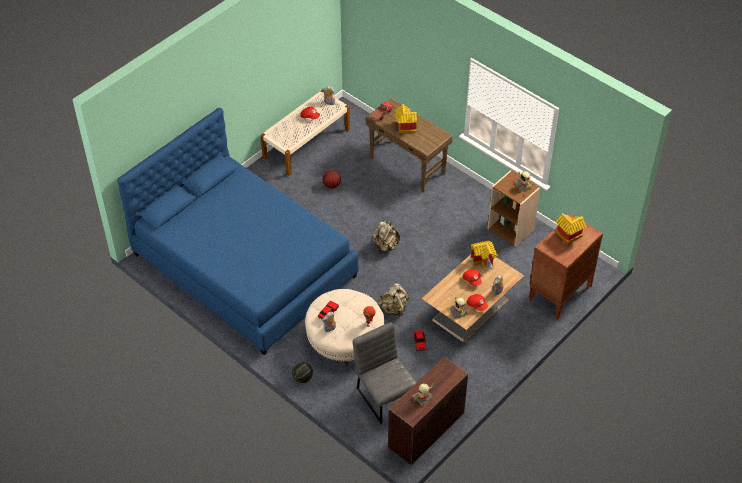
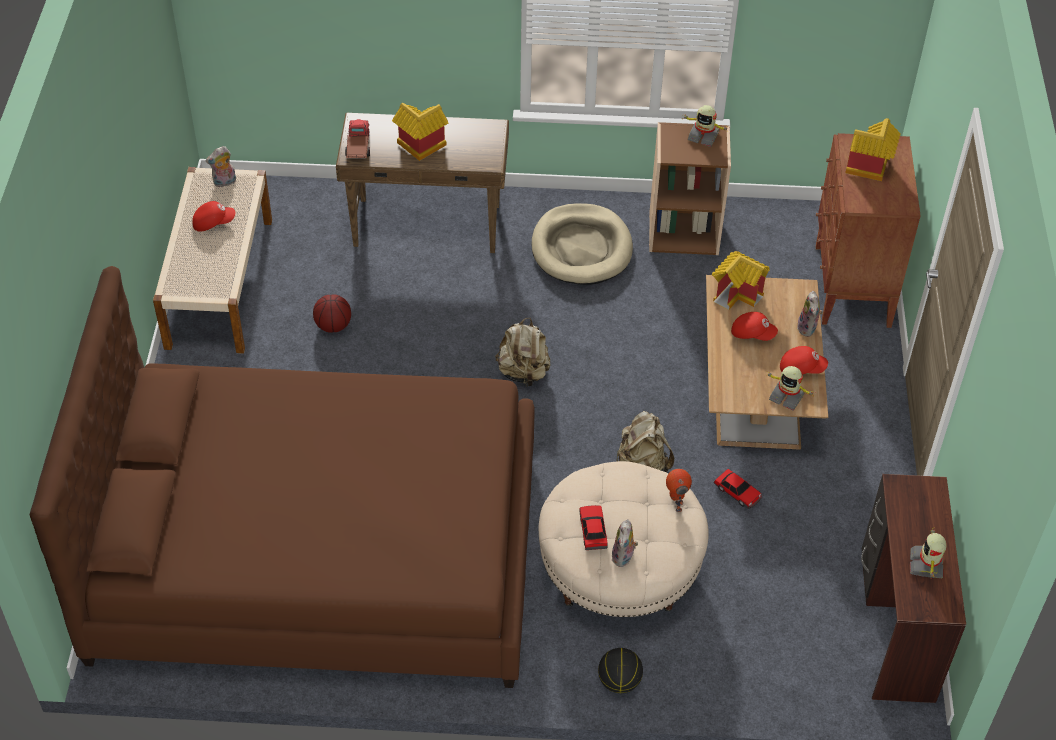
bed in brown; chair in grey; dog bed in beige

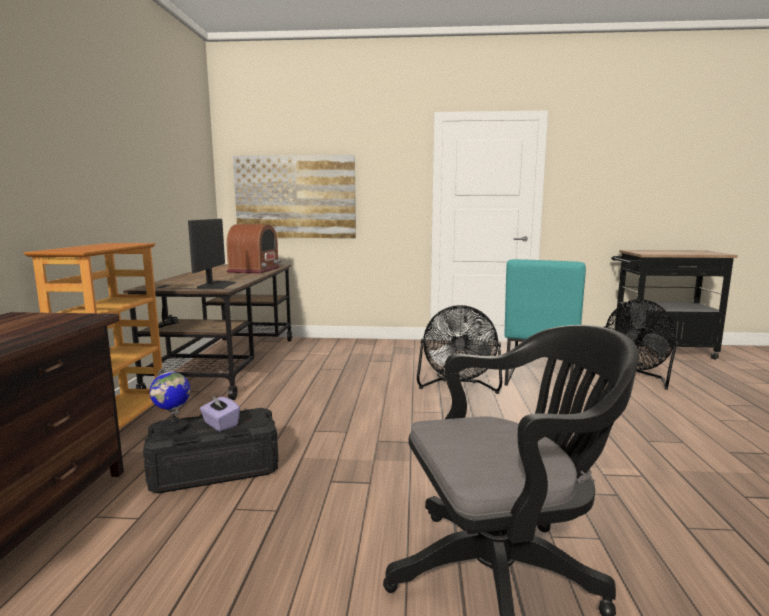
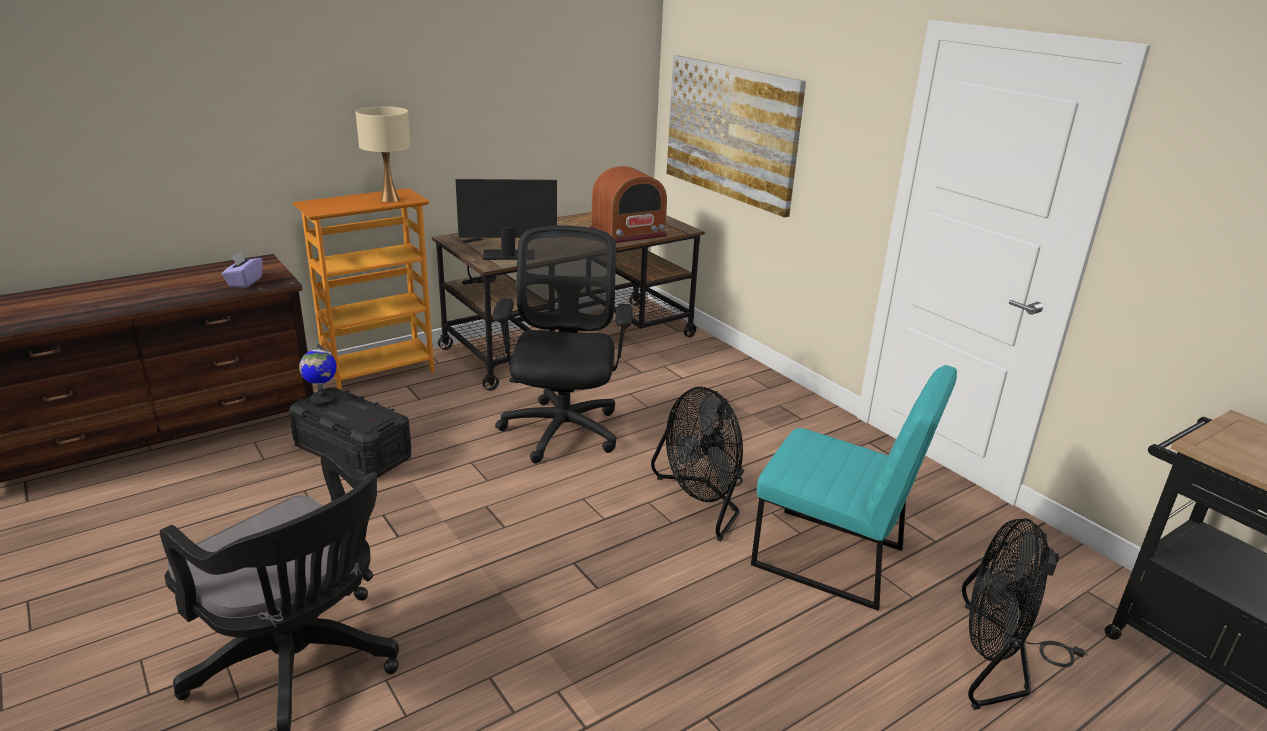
monitor; chair in turquoise; tissue box in purple; table lamp in beige; office chair in black (2nd from left)

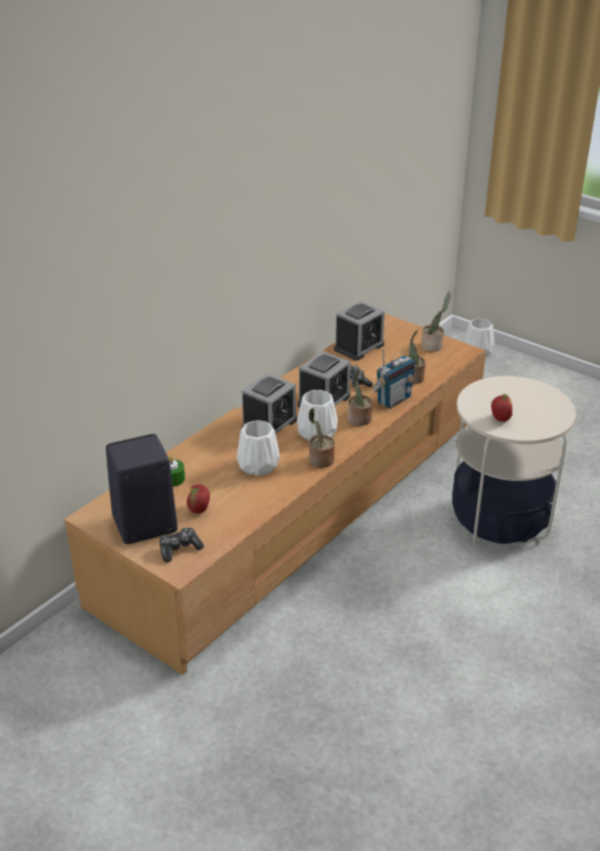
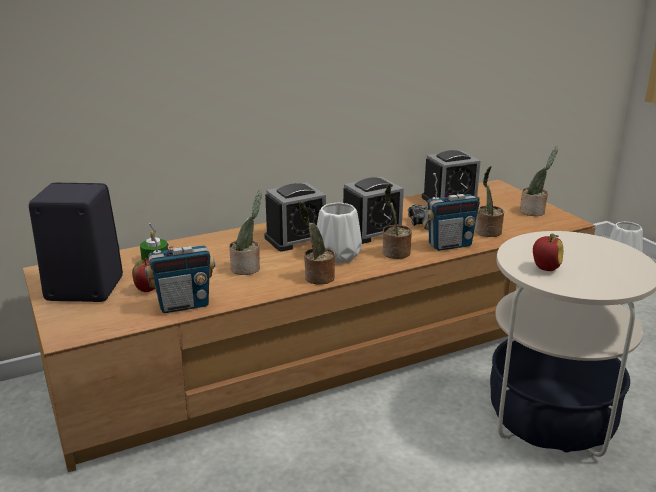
potted plant (1st from left); game controller (1st from left in the first image); radio (1st from left)

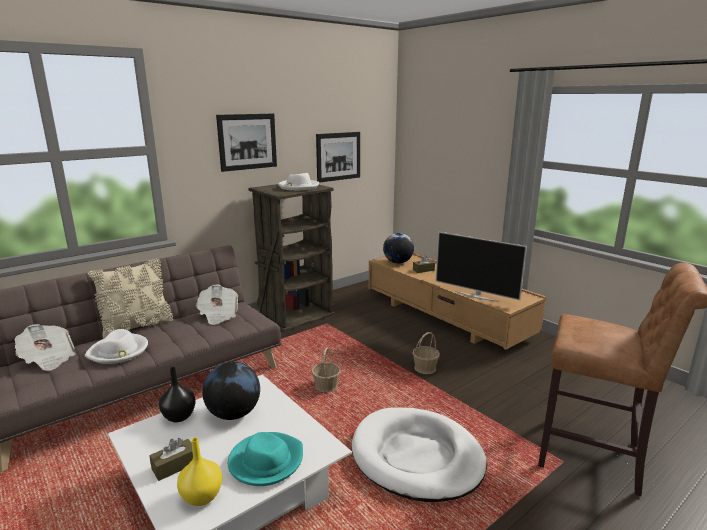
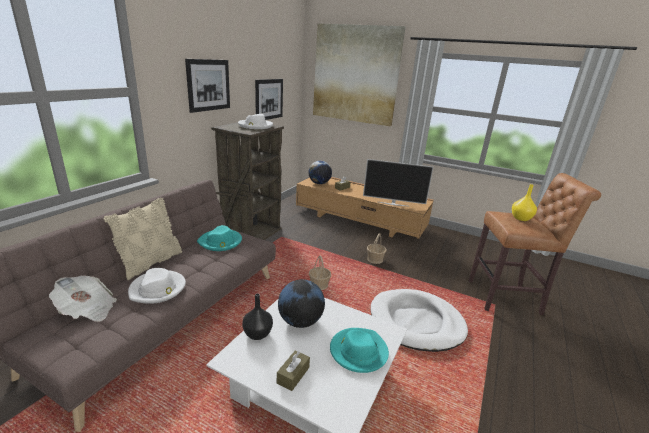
hat in turquoise (1st from left); vase in yellow; picture (3rd from left)

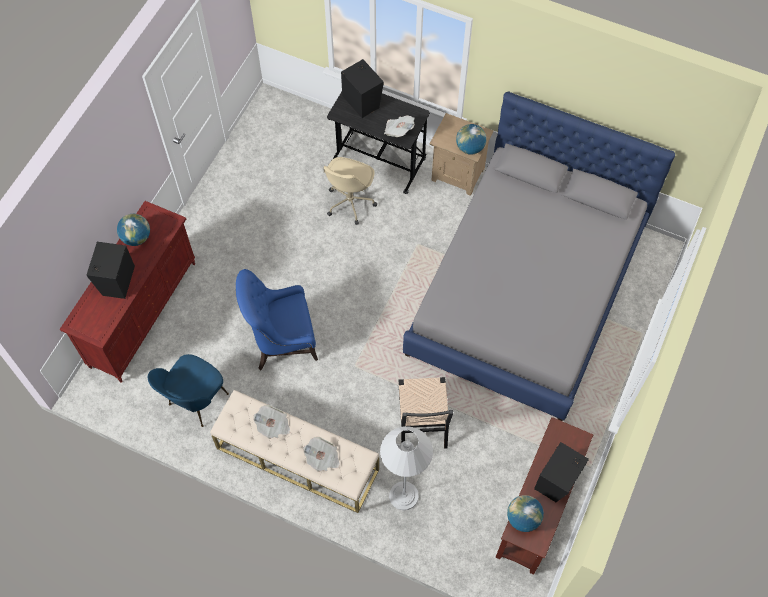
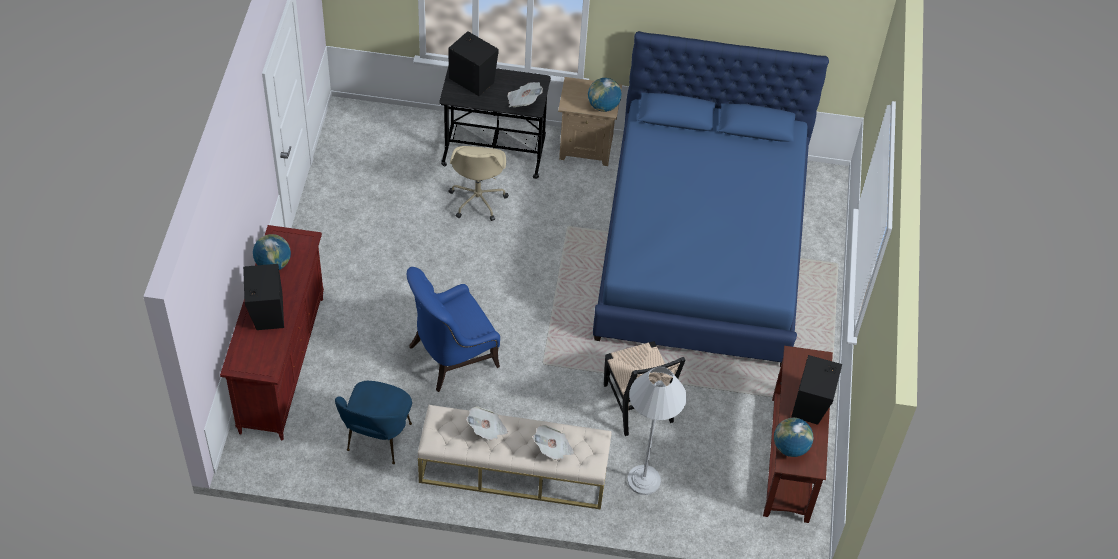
bed in blue

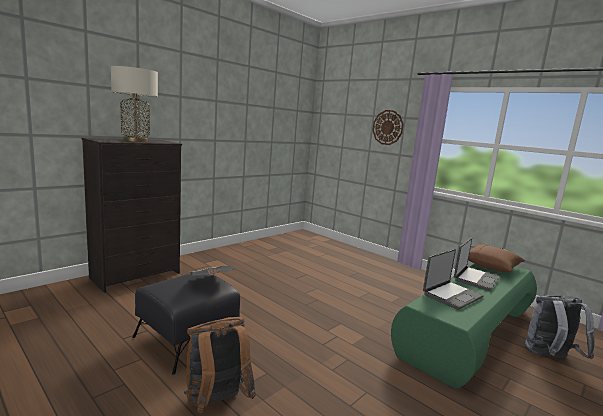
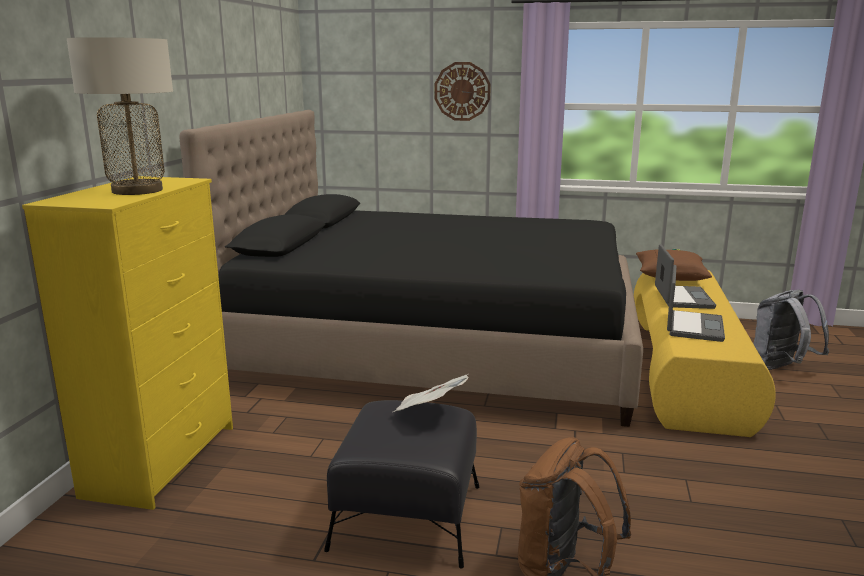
dresser in yellow; bench in yellow; bed in black

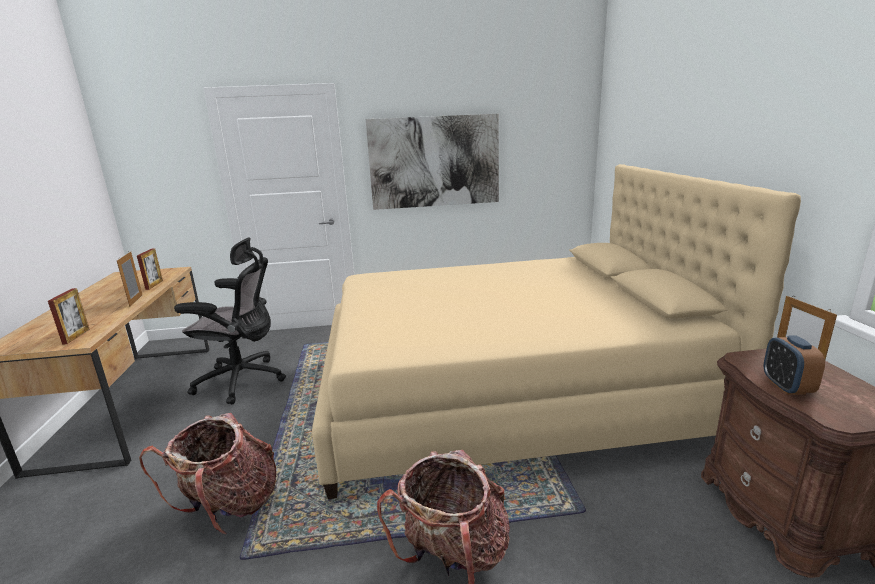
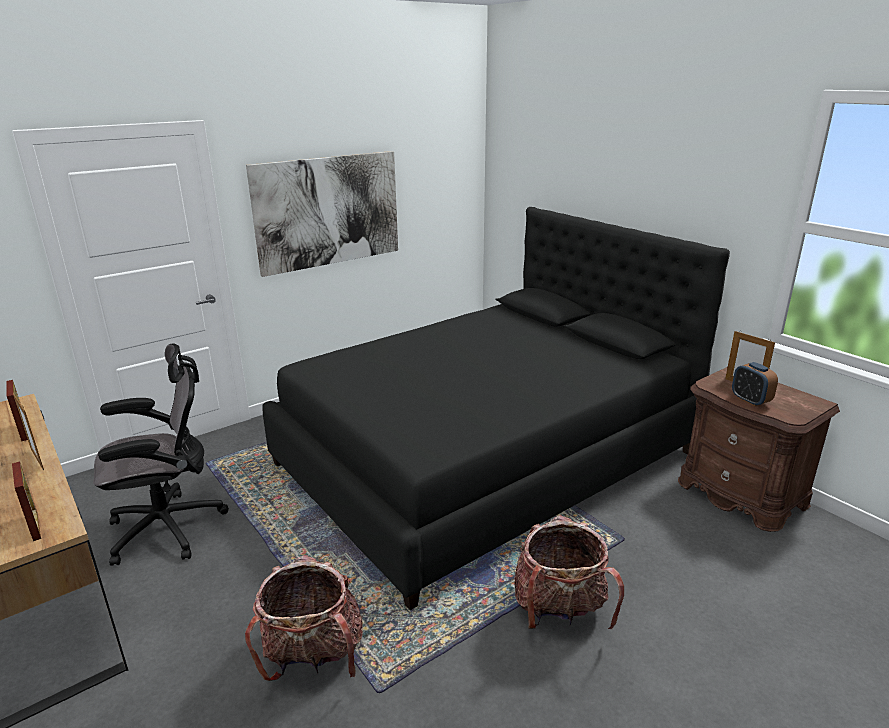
bed in black

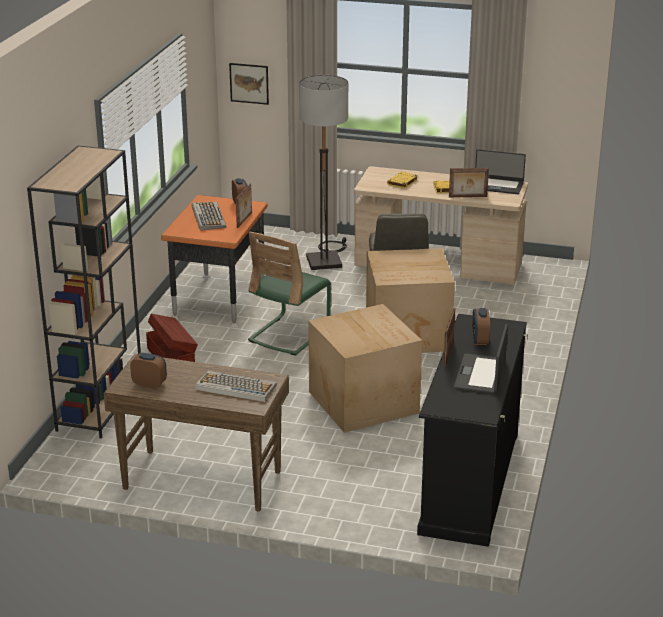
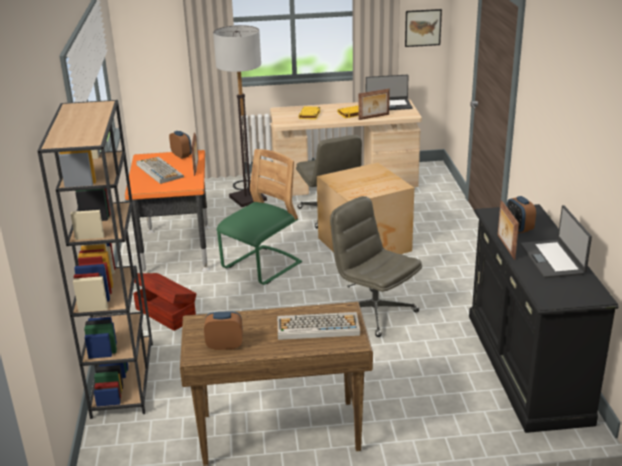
picture; chair in green; office chair in grey (2nd from left)

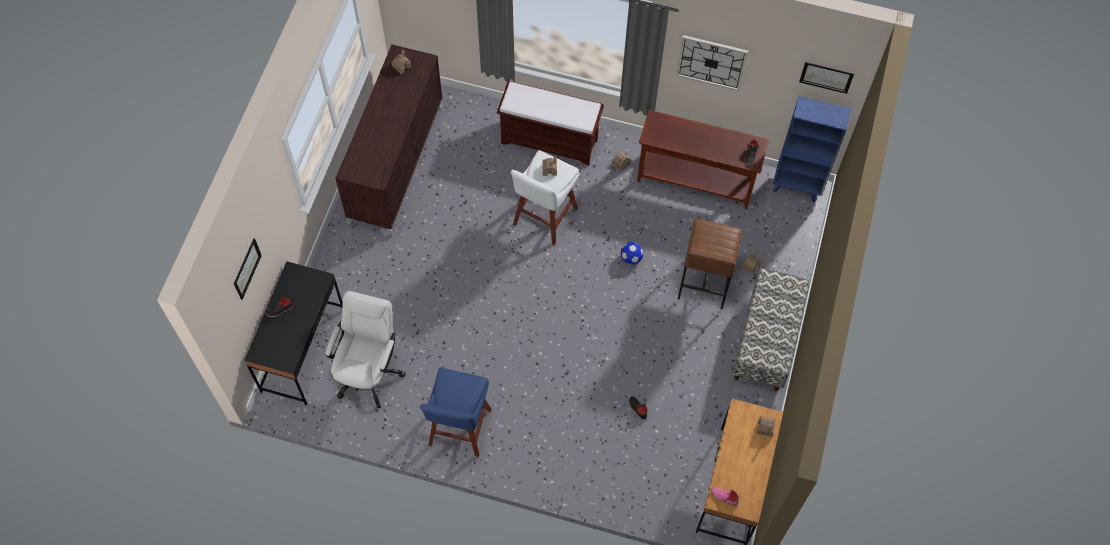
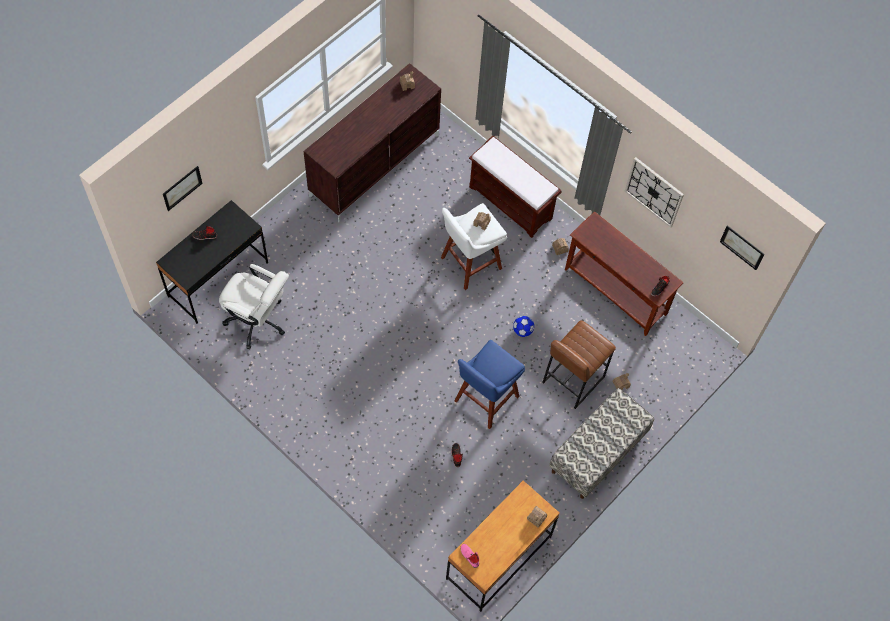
bookcase in blue; office chair in white; stool in blue

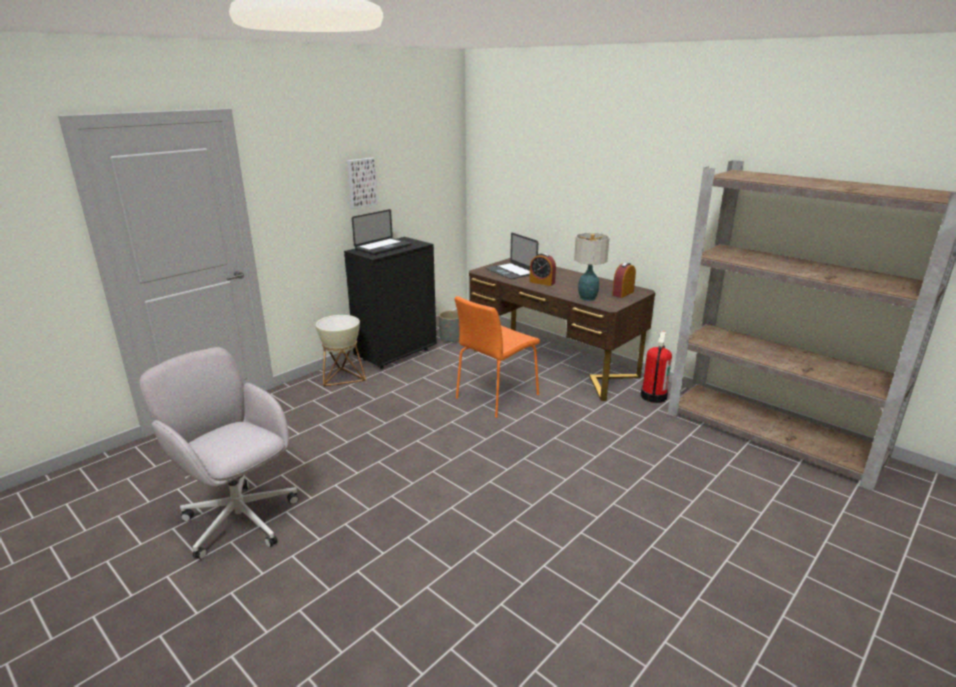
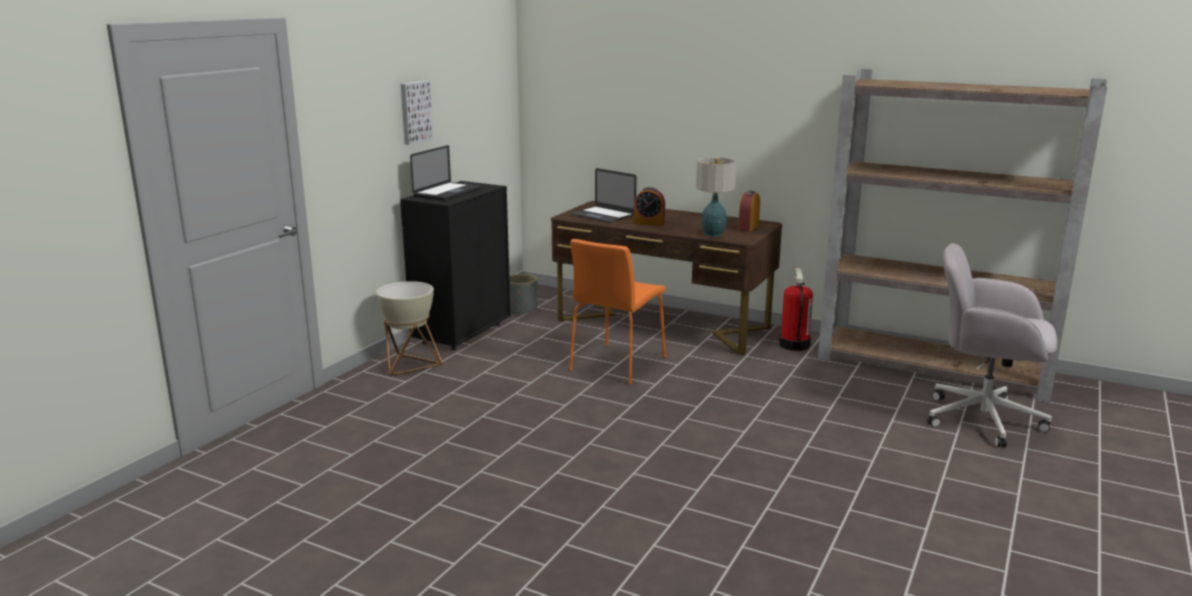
office chair in grey

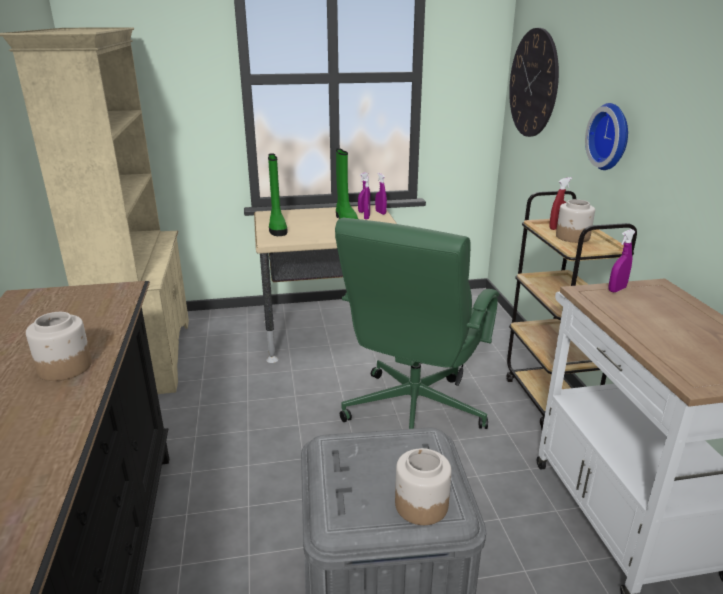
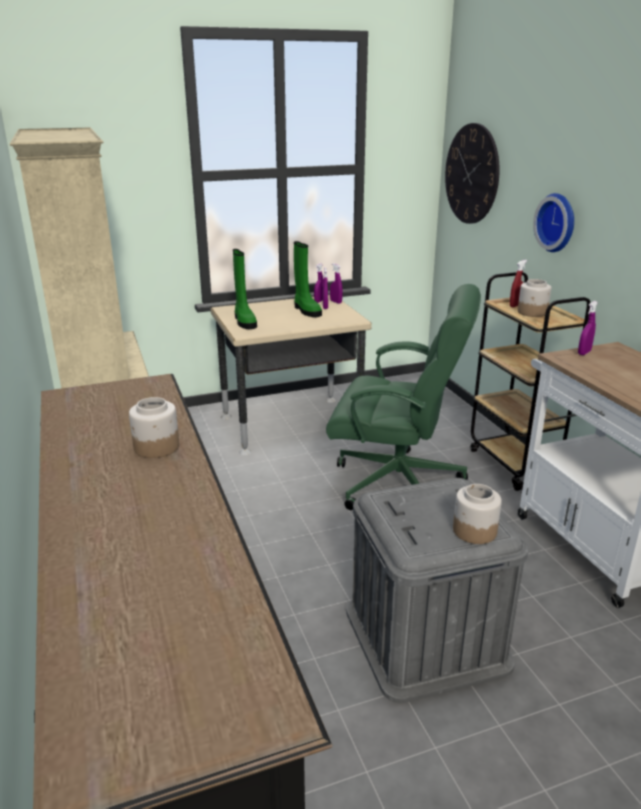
office chair in green

